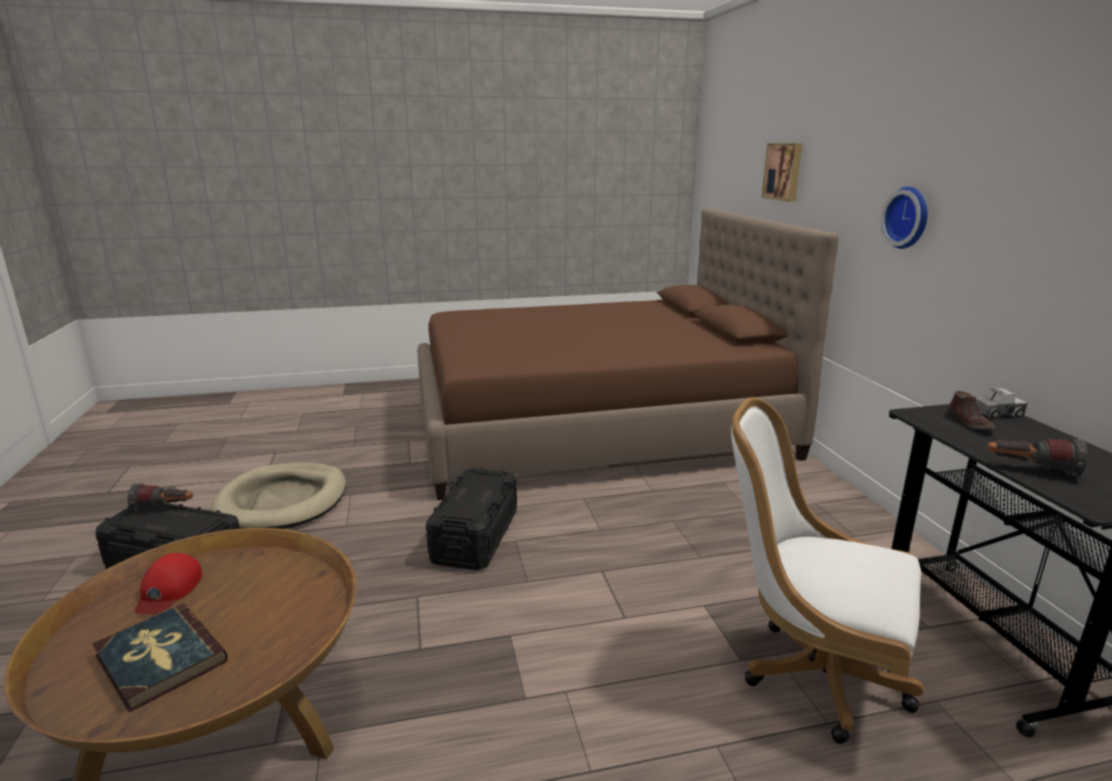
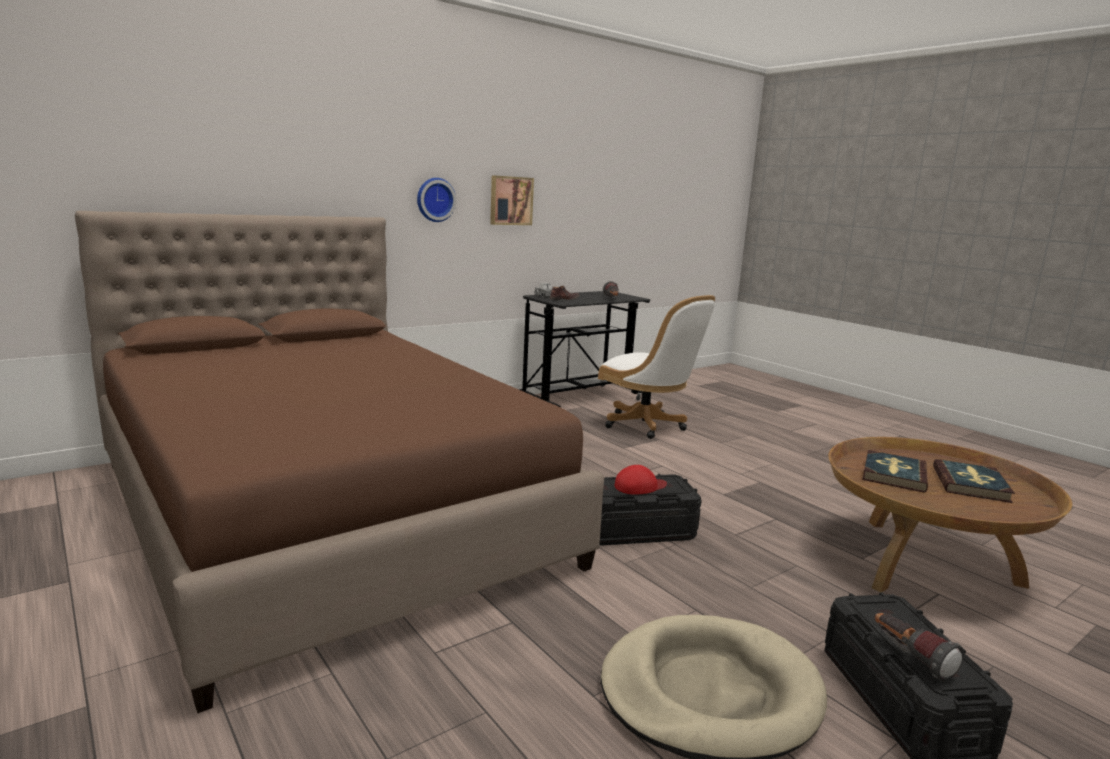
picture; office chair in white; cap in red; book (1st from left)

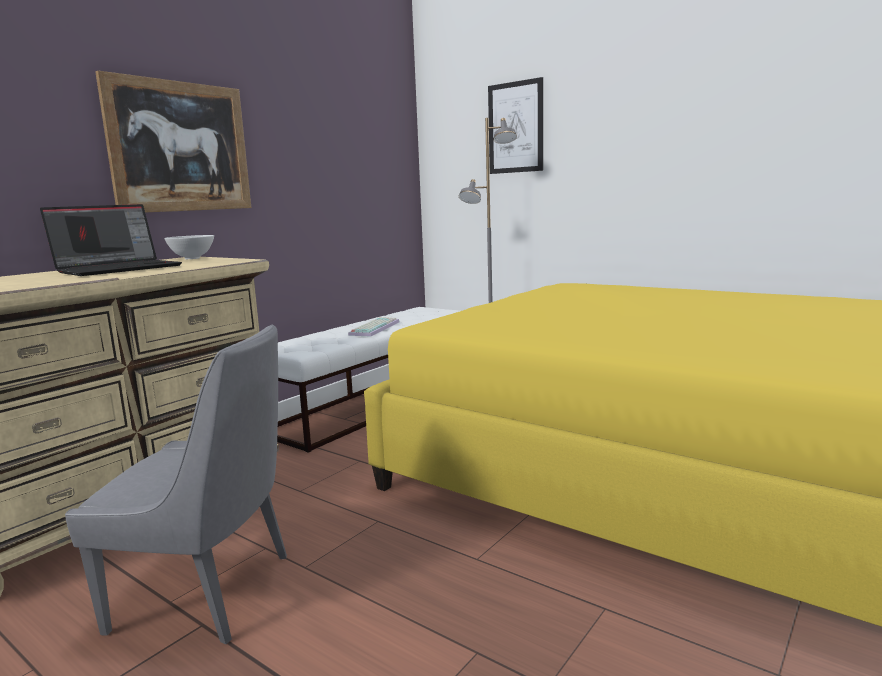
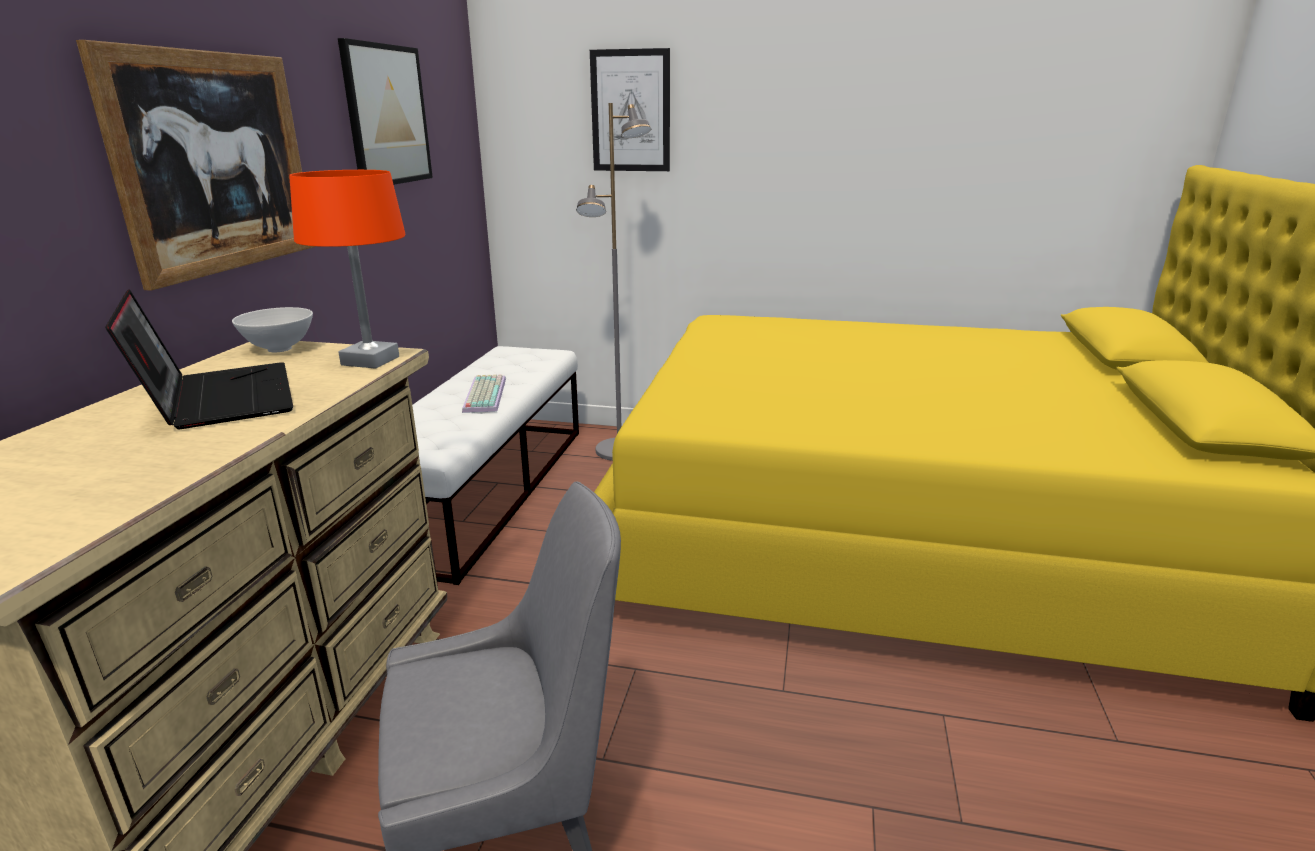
laptop; picture (2nd from left); table lamp in orange

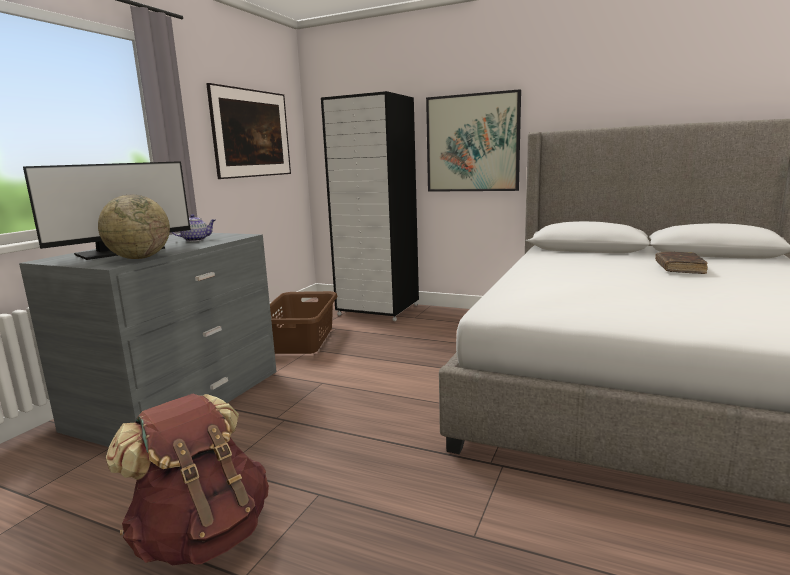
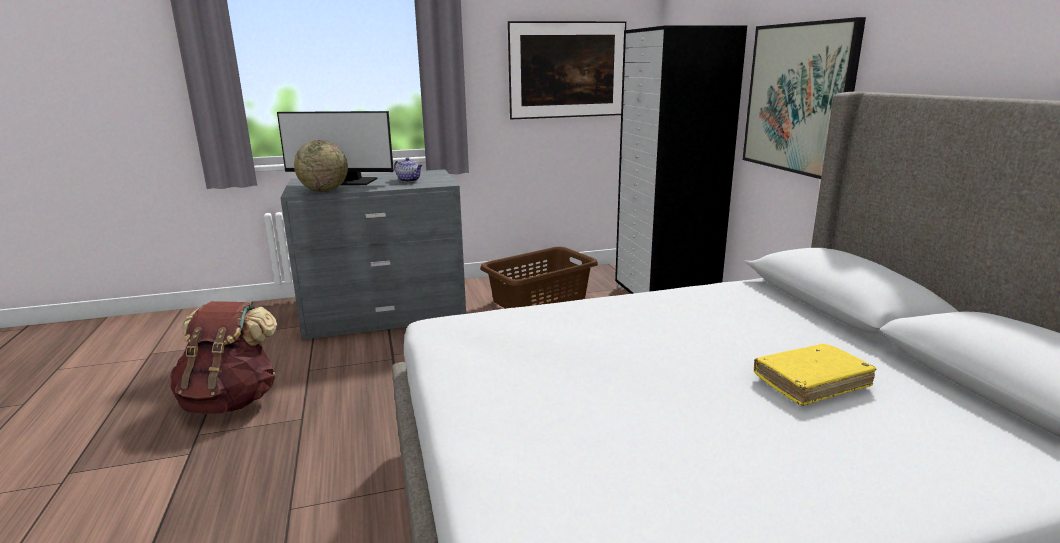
book in yellow

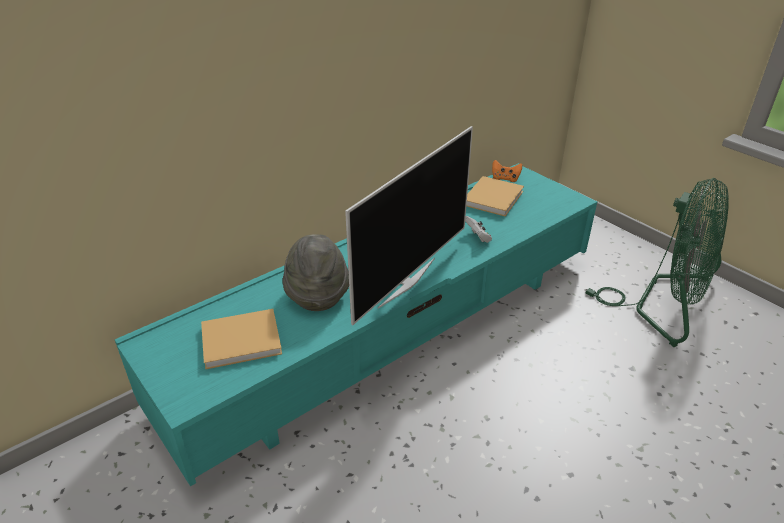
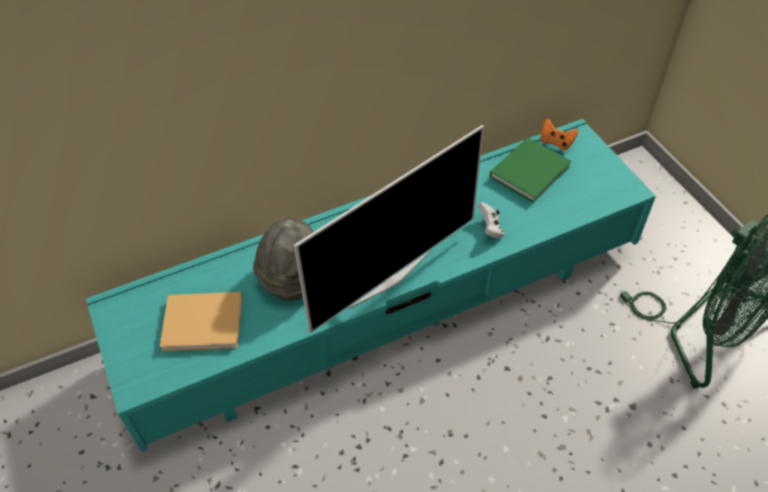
book in green

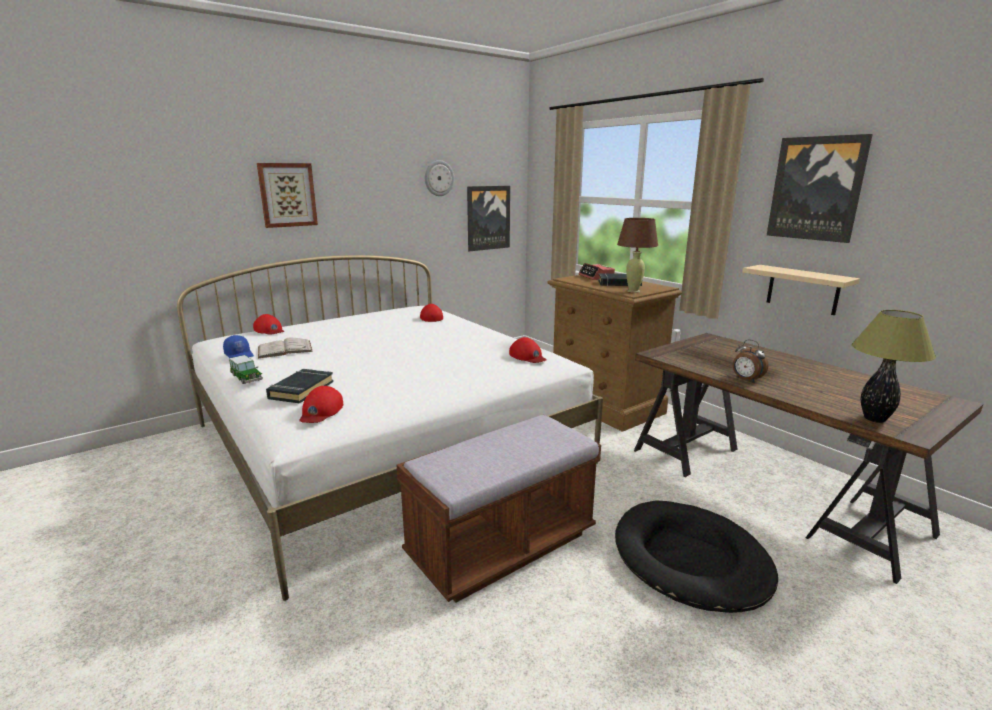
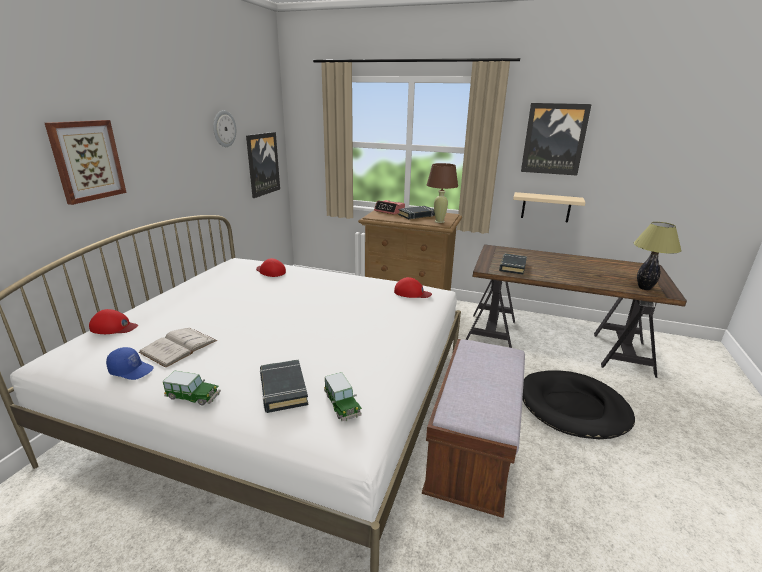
alarm clock (2nd from left in the first image); toy car (2nd from left); book in black (3rd from left)

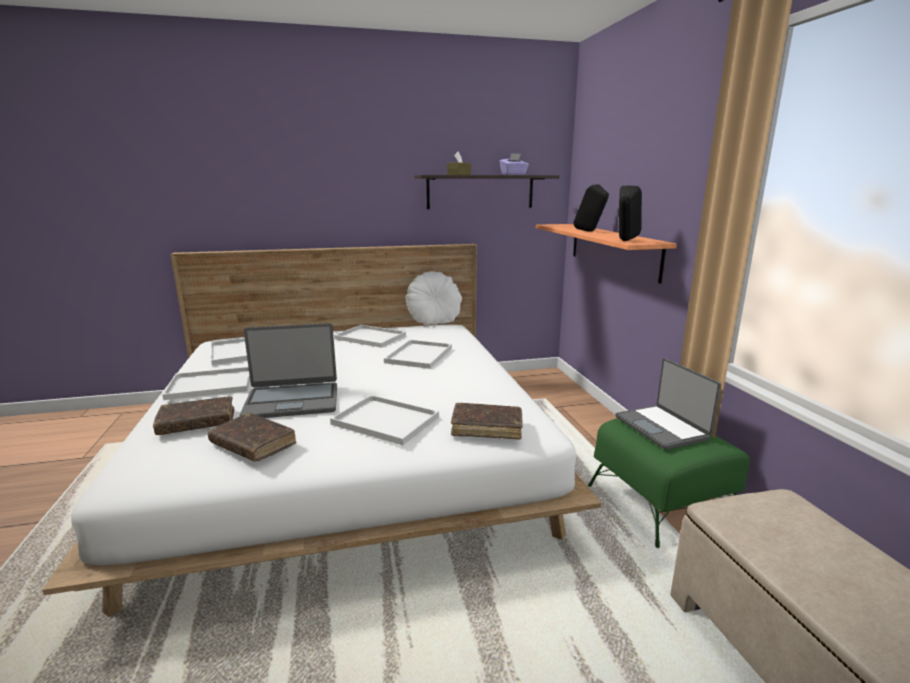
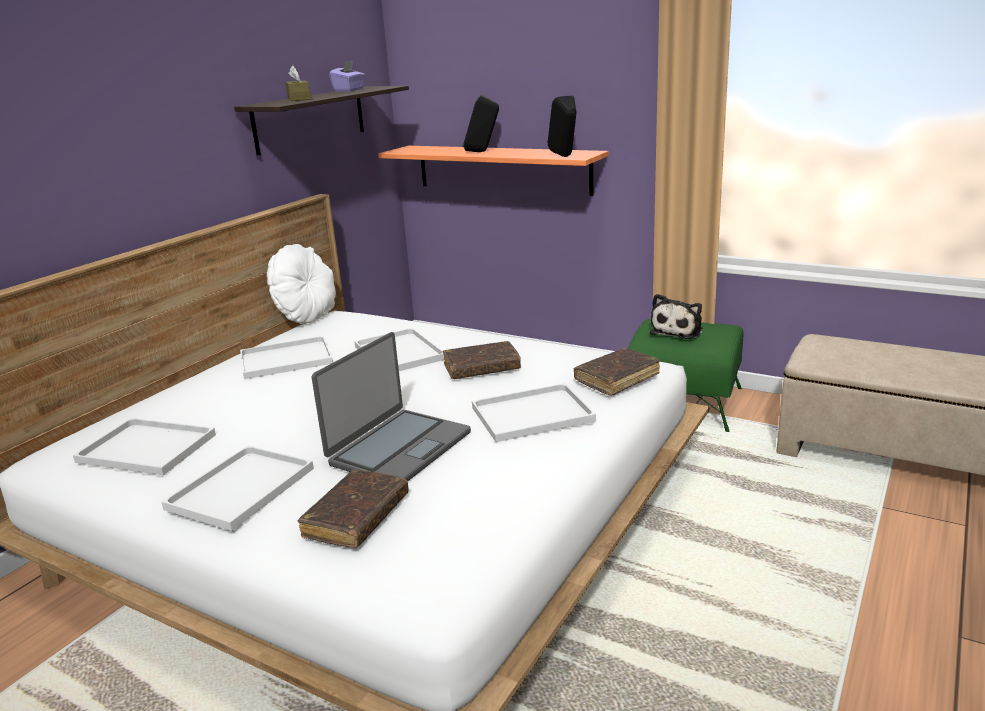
plush toy; book in brown (2nd from left)

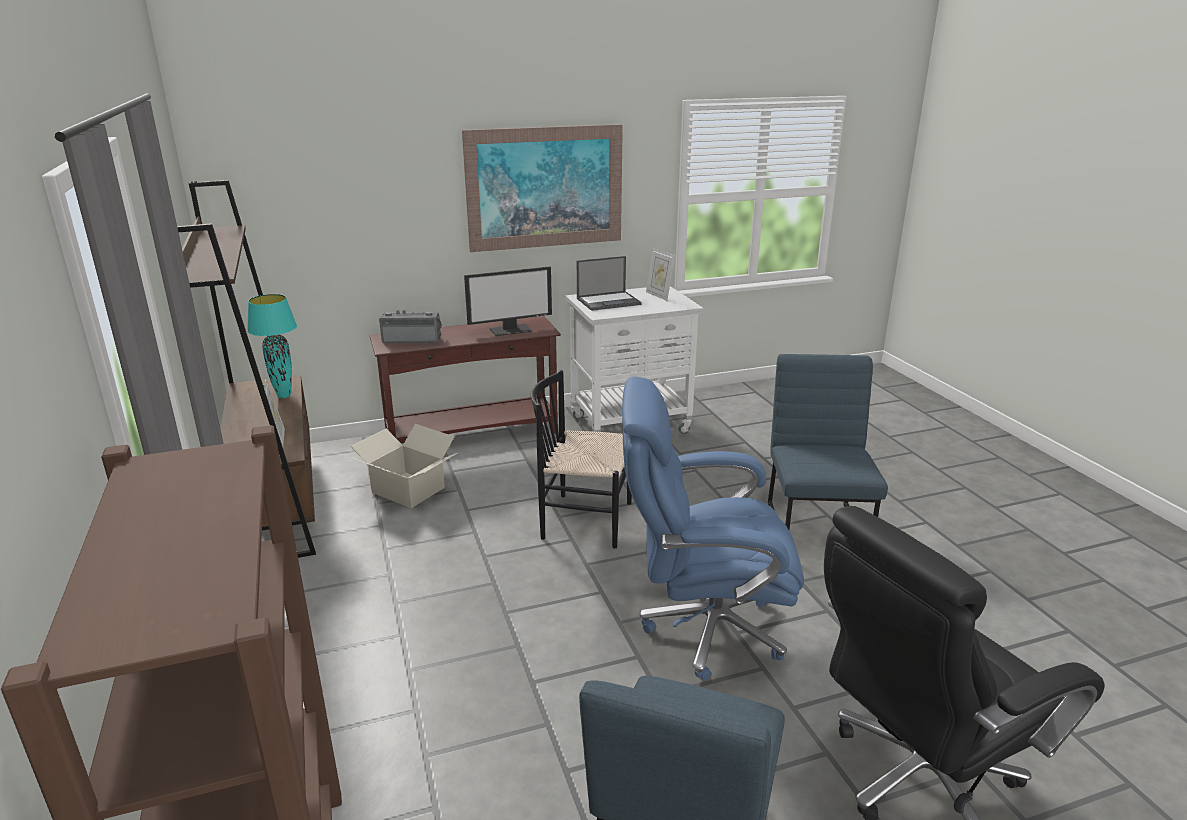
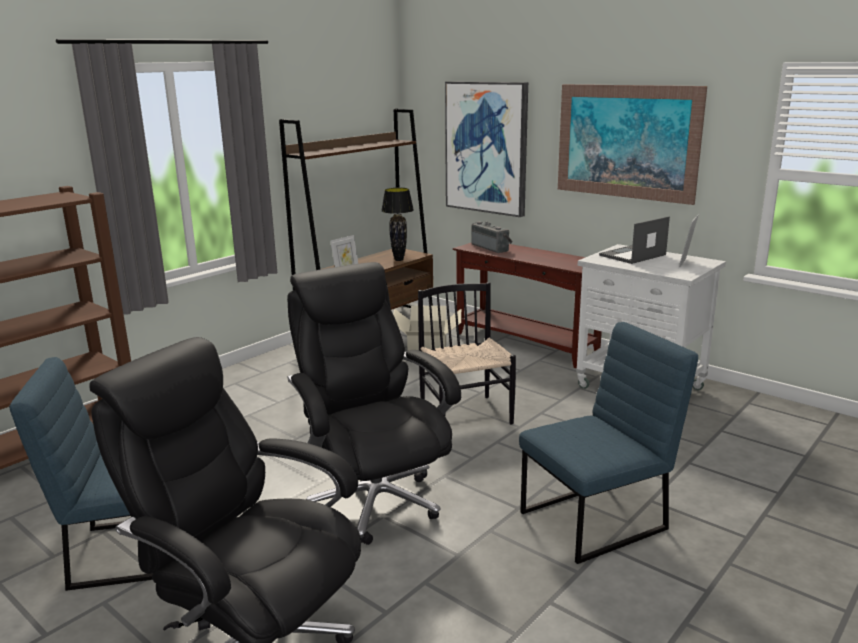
laptop; monitor; table lamp in black; office chair in black (2nd from left); picture (1st from left)

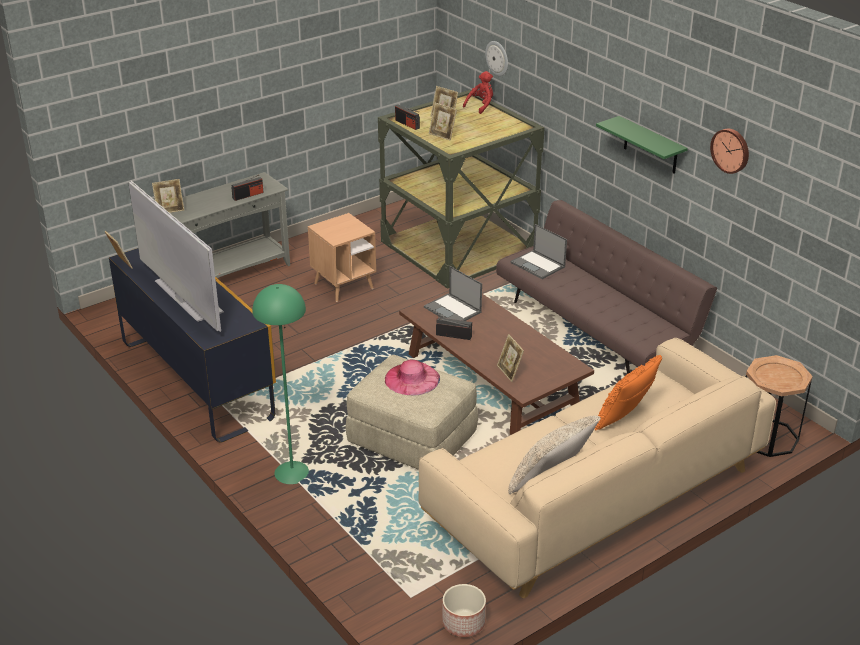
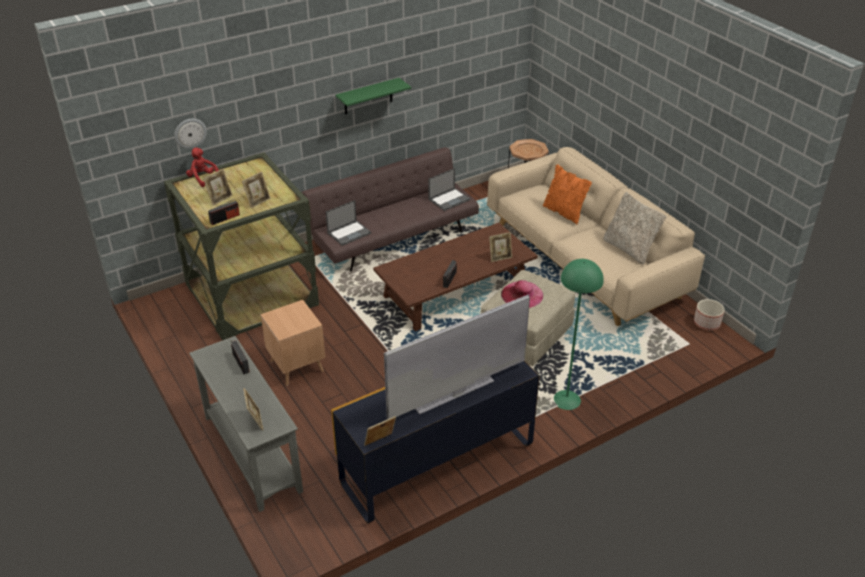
wall clock (2nd from left in the first image); laptop (2nd from left)

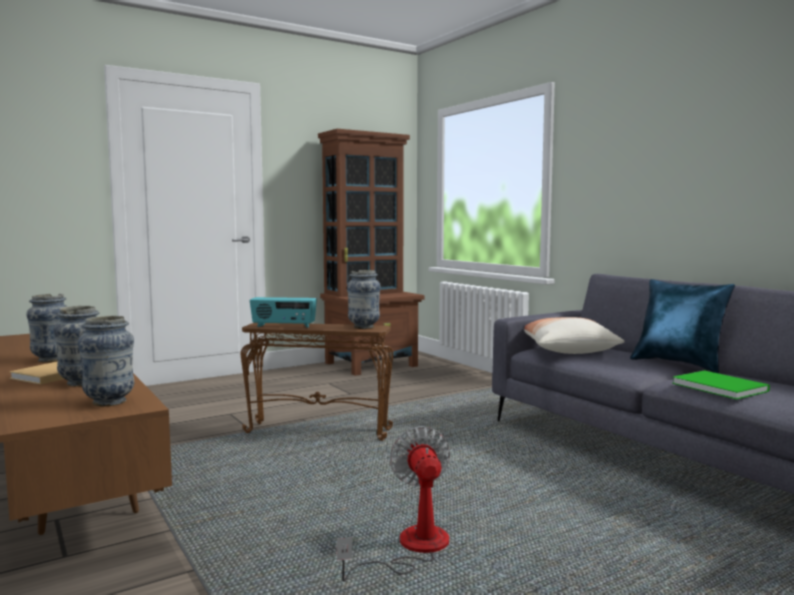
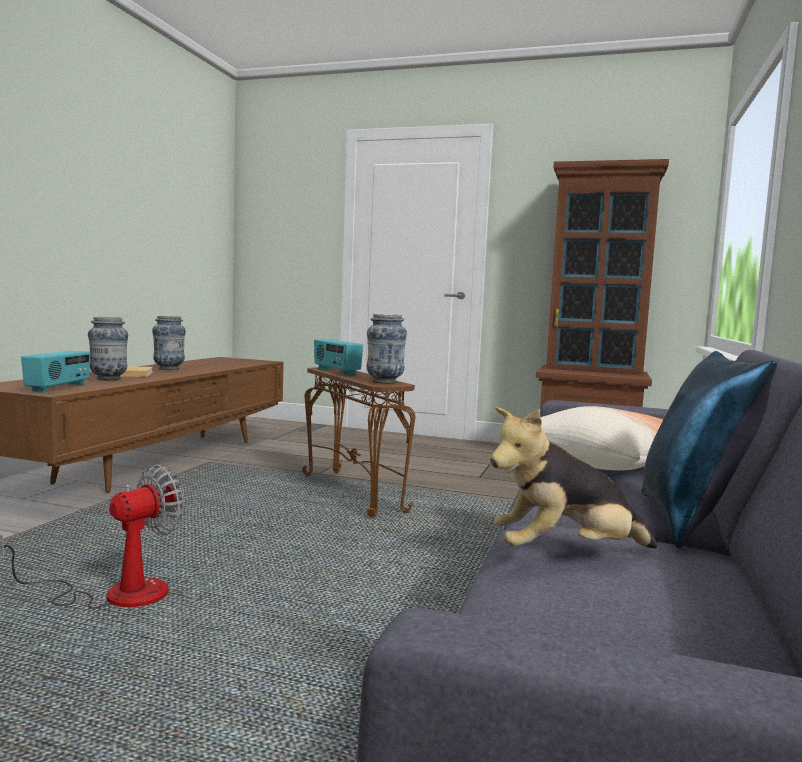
radio (1st from left); plush toy

